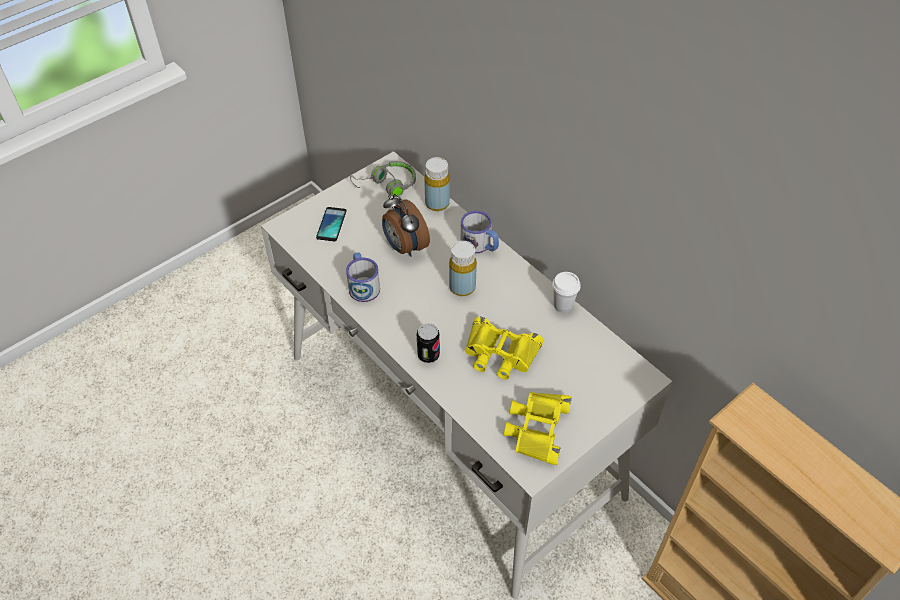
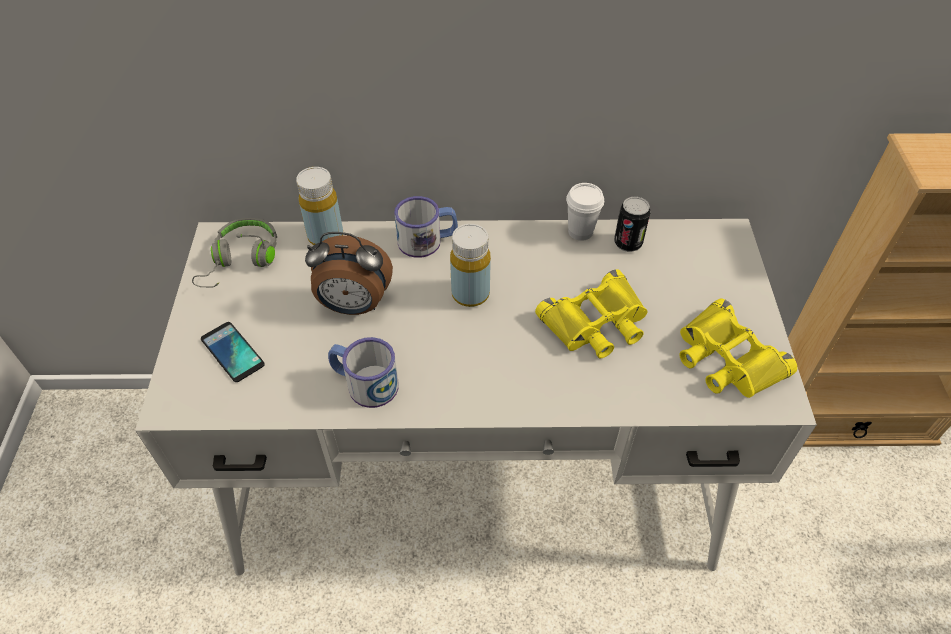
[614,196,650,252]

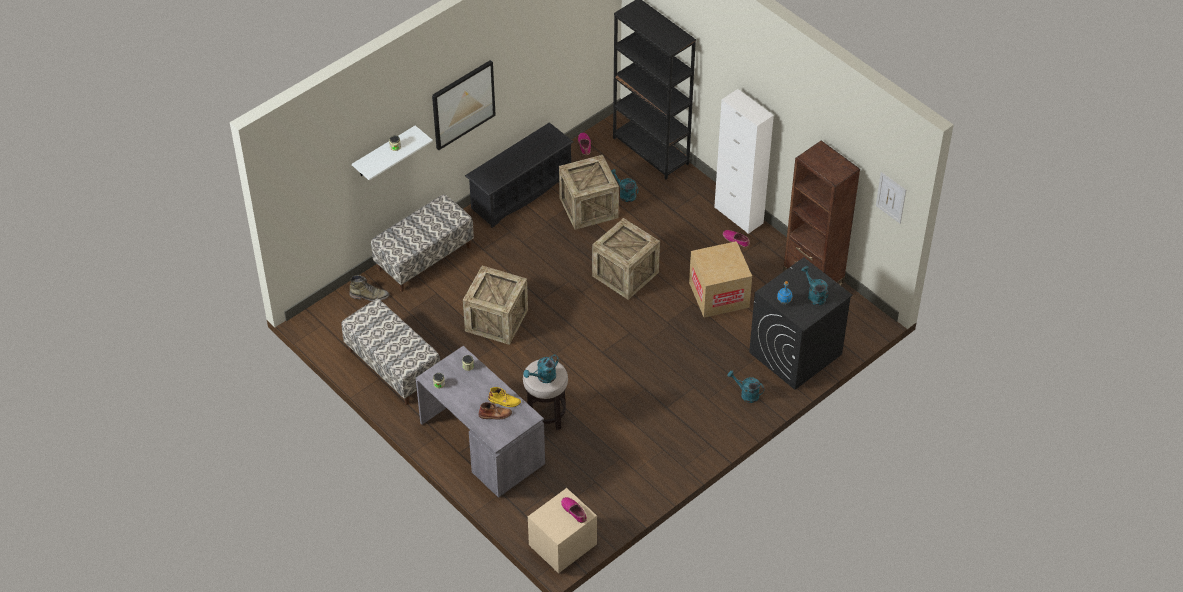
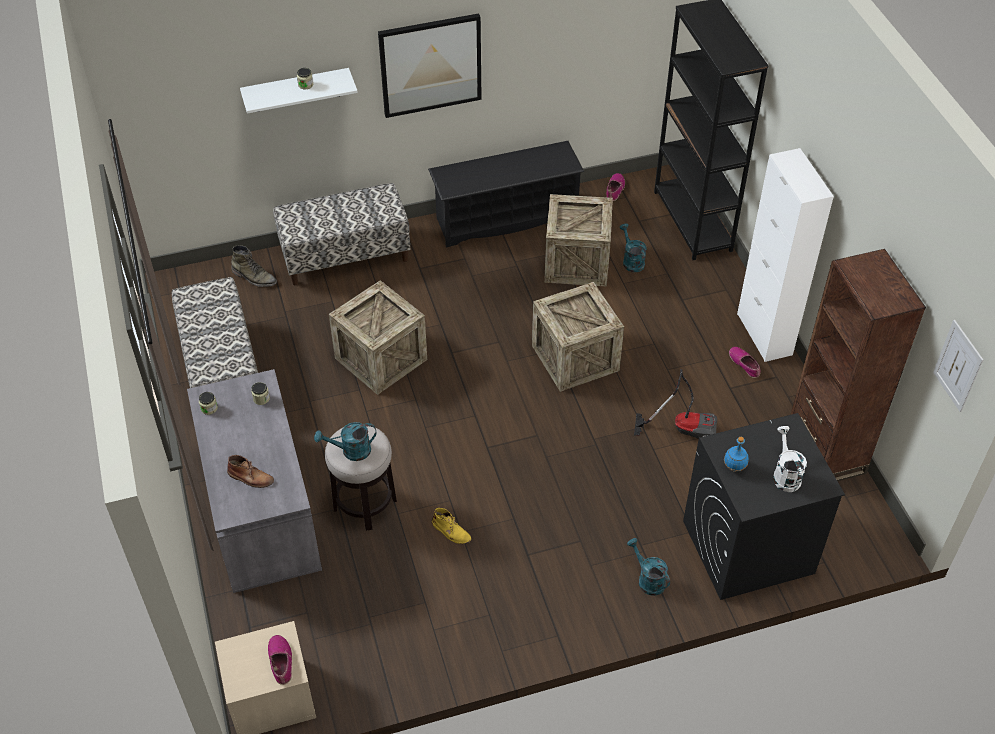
[634,369,717,439]
[773,426,807,492]
[432,508,471,544]

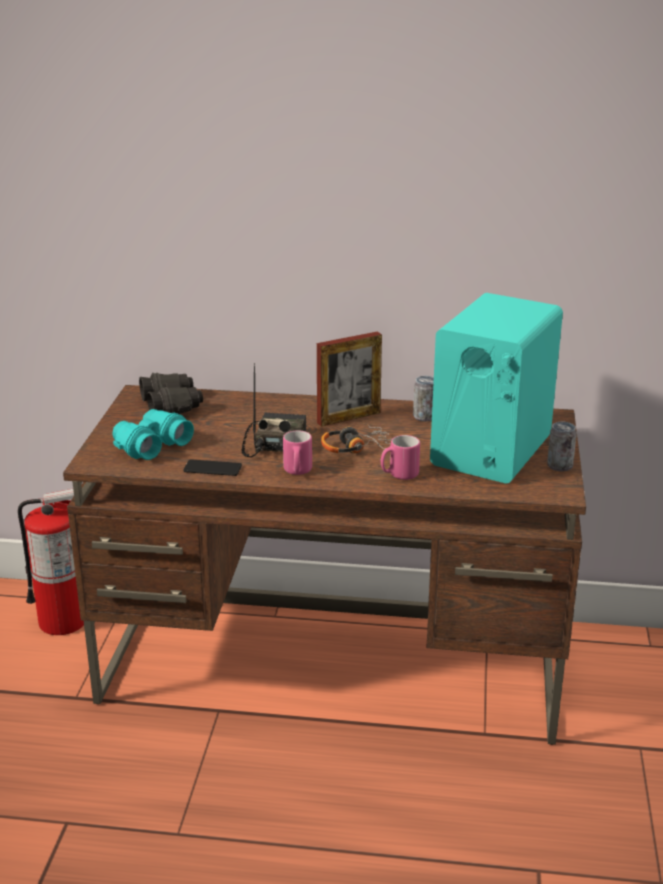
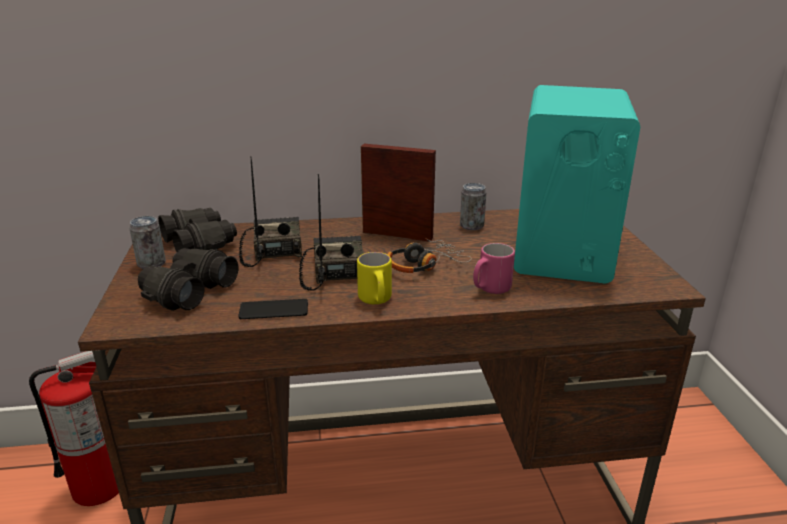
[361,144,436,242]
[138,248,238,311]
[129,216,166,269]
[357,252,392,304]
[239,156,302,267]

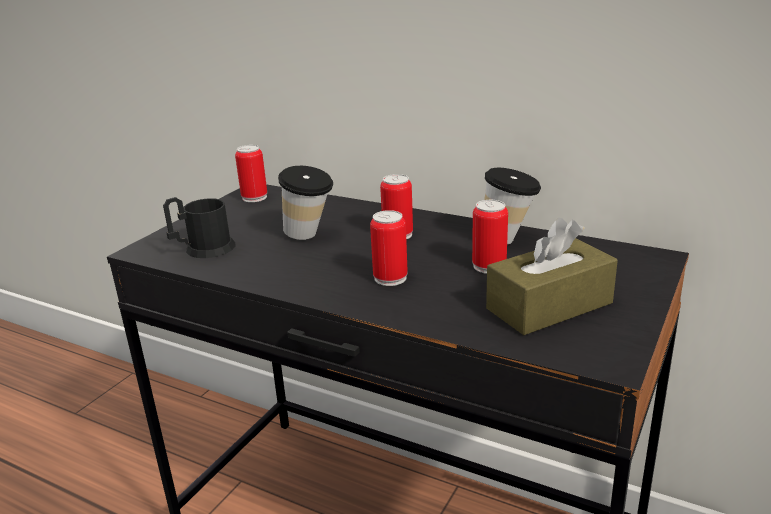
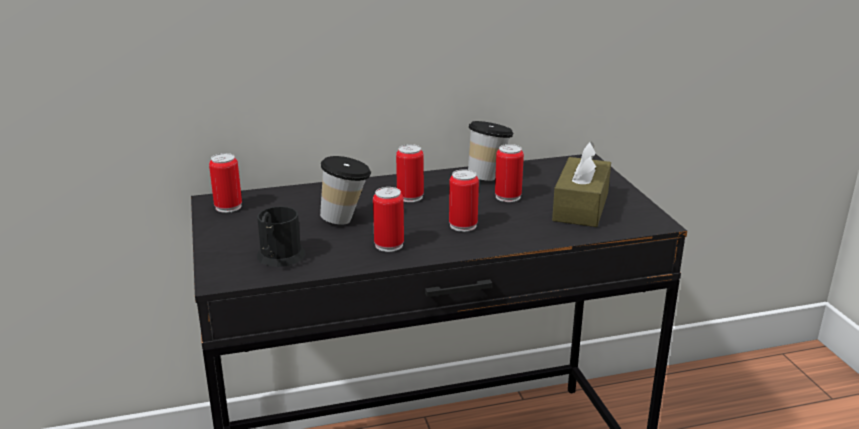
[373,187,404,252]

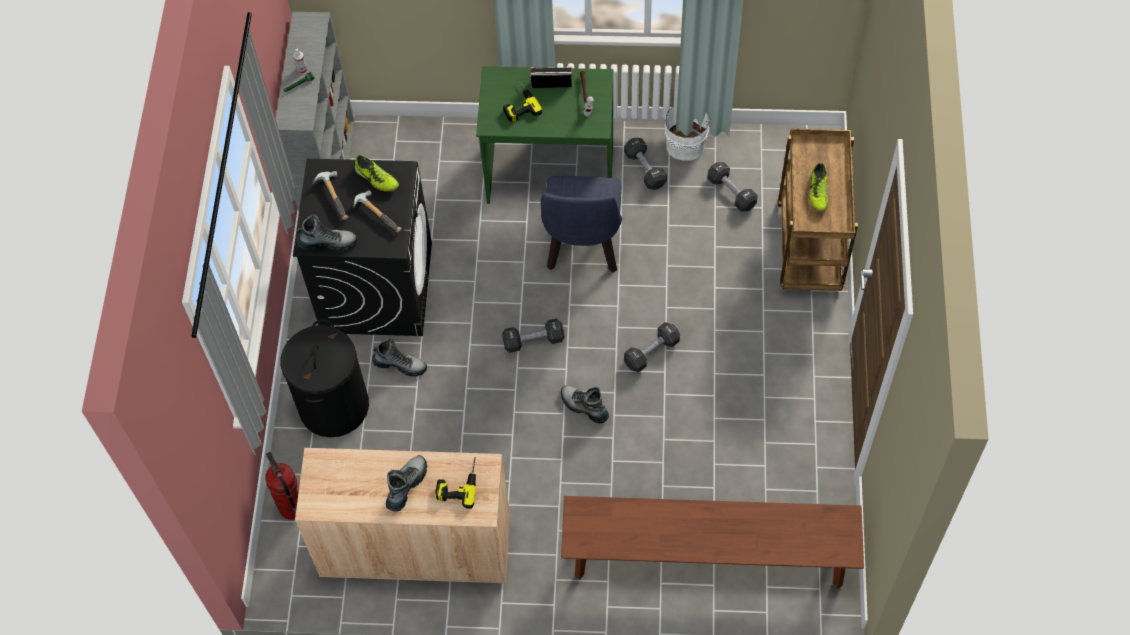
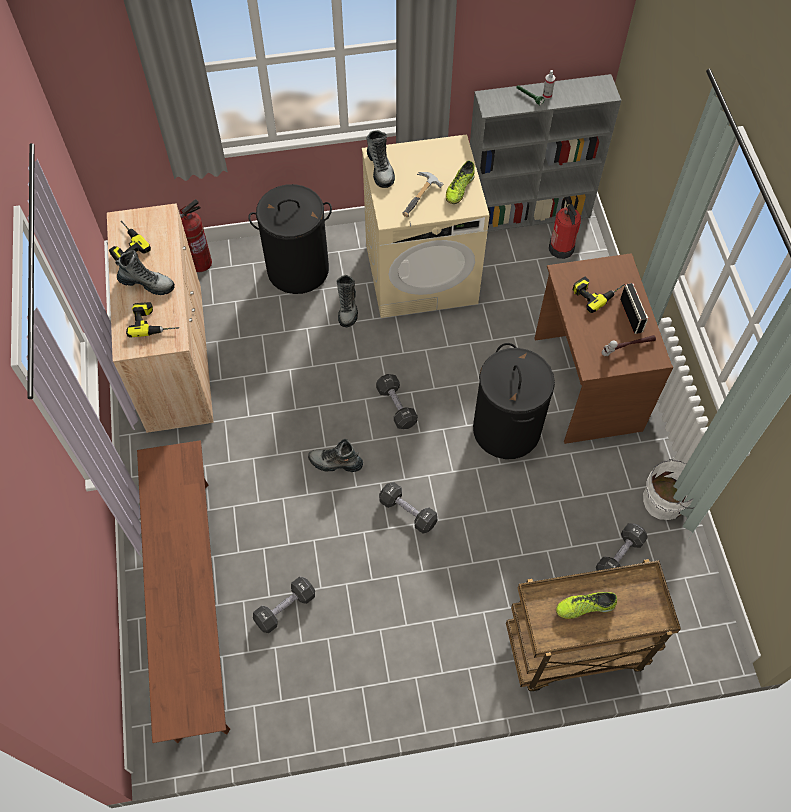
[534,253,673,444]
[253,577,315,633]
[362,134,489,318]
[313,171,349,220] (first image)
[473,343,555,459]
[308,439,363,472]
[549,197,581,259]
[109,221,151,260]

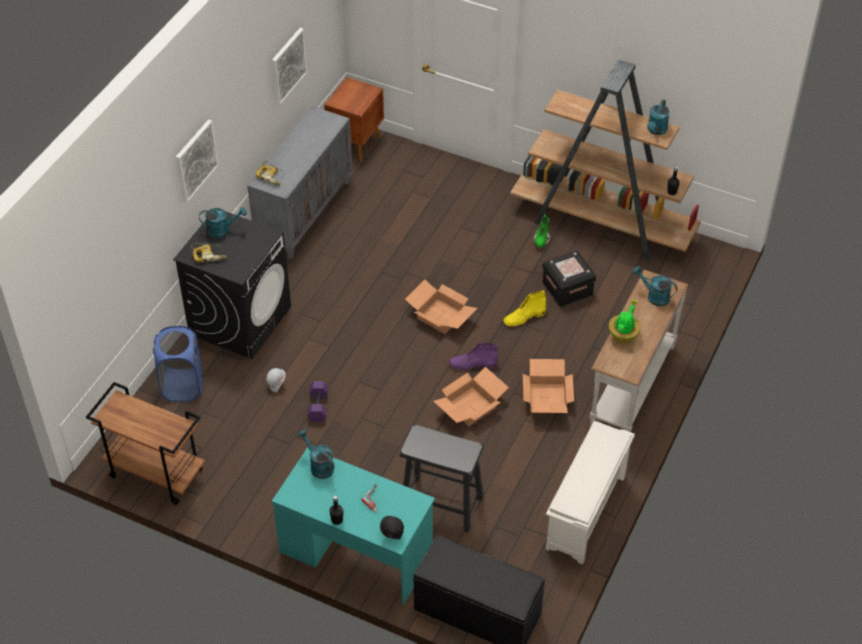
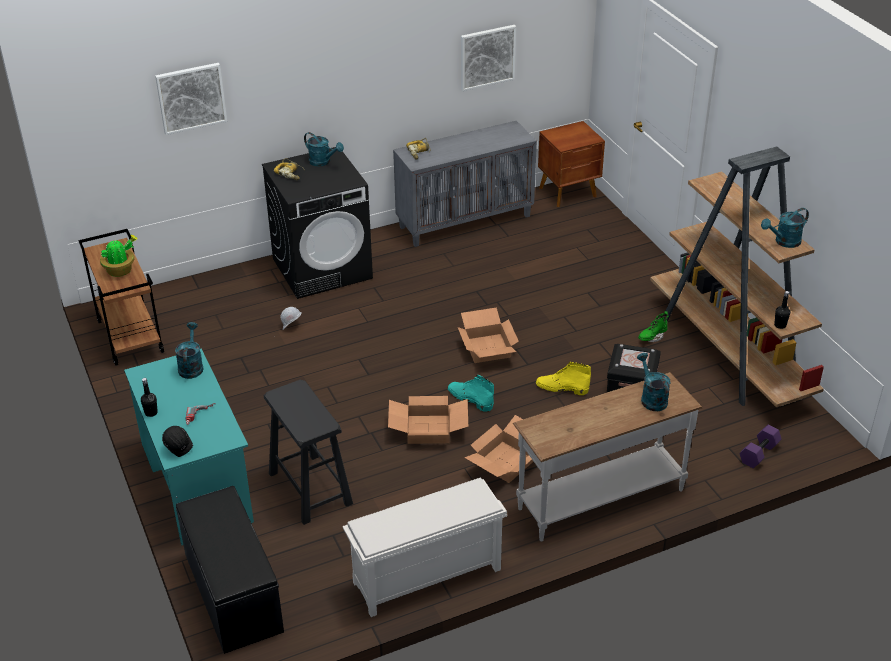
[155,63,227,135]
[100,235,138,277]
[153,326,202,402] (first image)
[448,375,494,412]
[739,425,782,468]

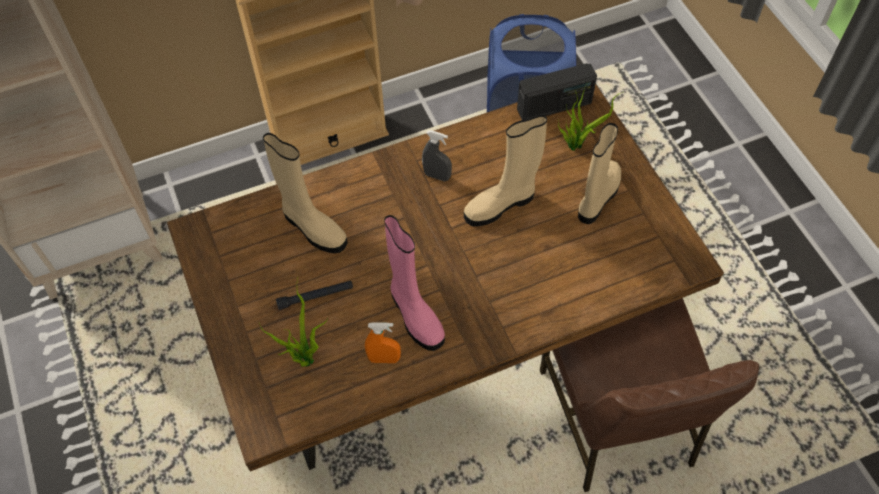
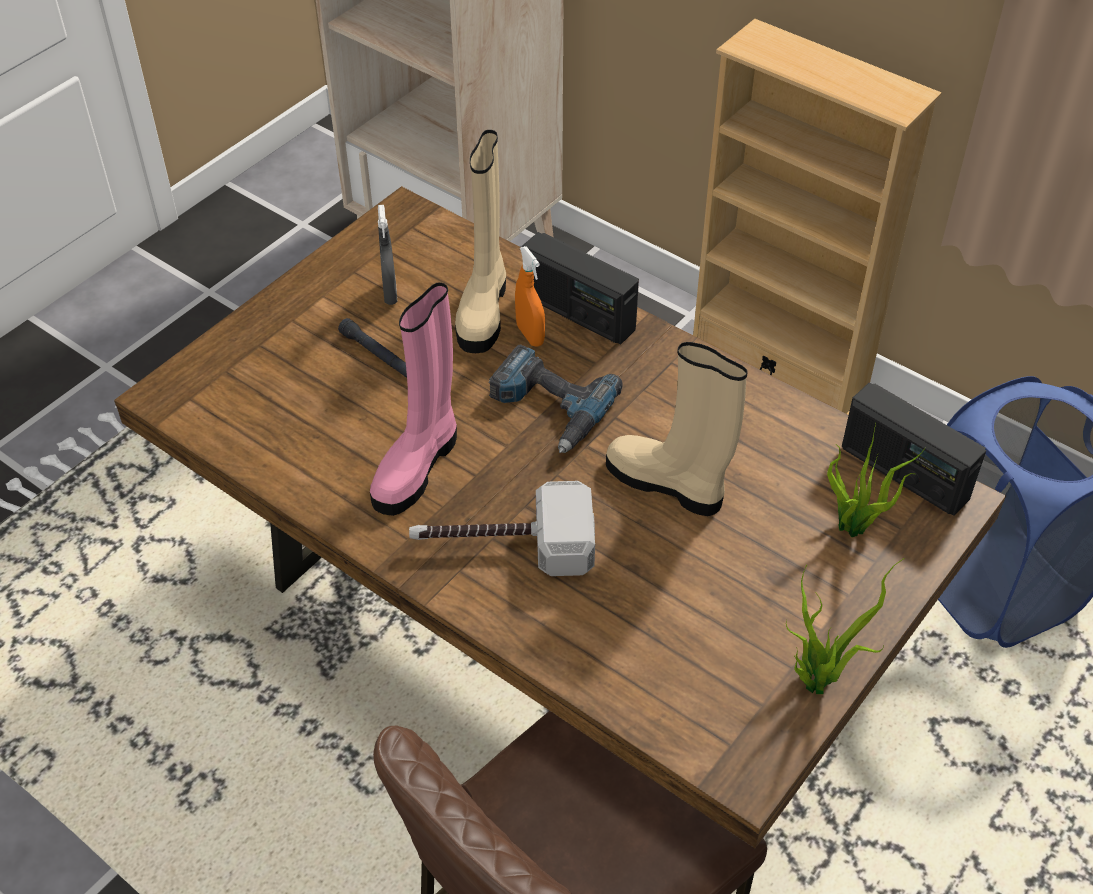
[578,123,621,224] (first image)
[378,205,397,305]
[786,558,905,694]
[515,246,545,347]
[522,232,639,344]
[488,345,623,453]
[409,481,595,576]

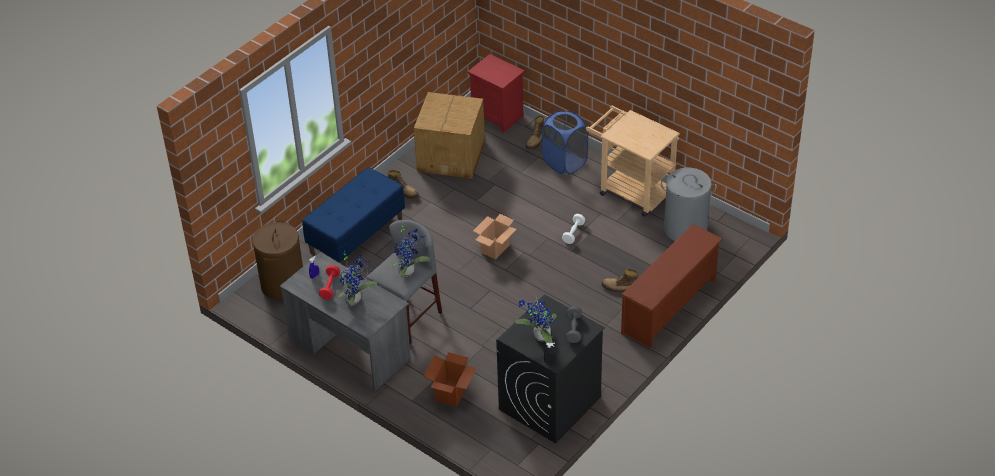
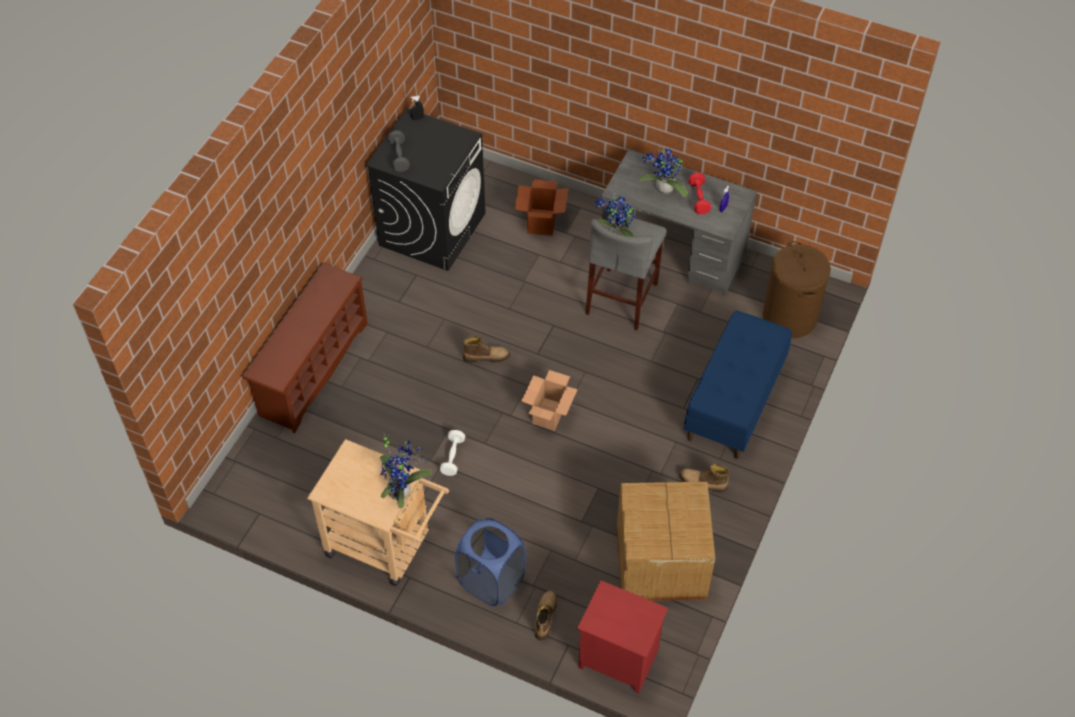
[661,168,717,241] (first image)
[463,336,510,363]
[380,435,432,508]

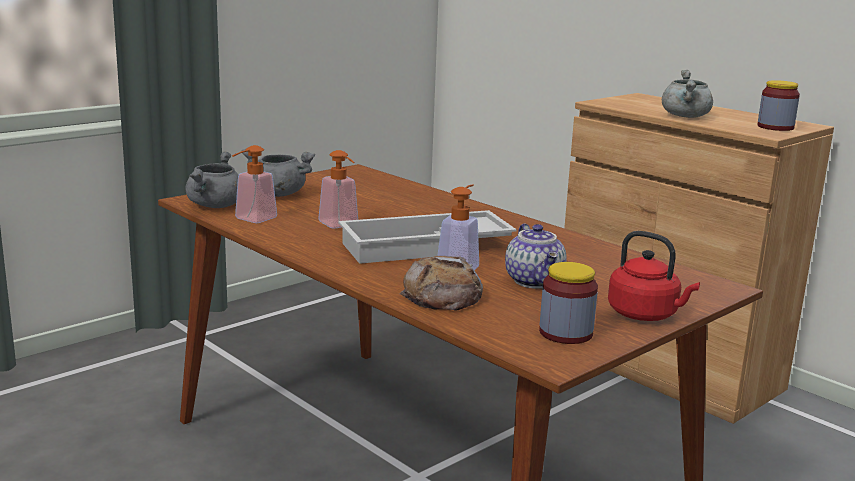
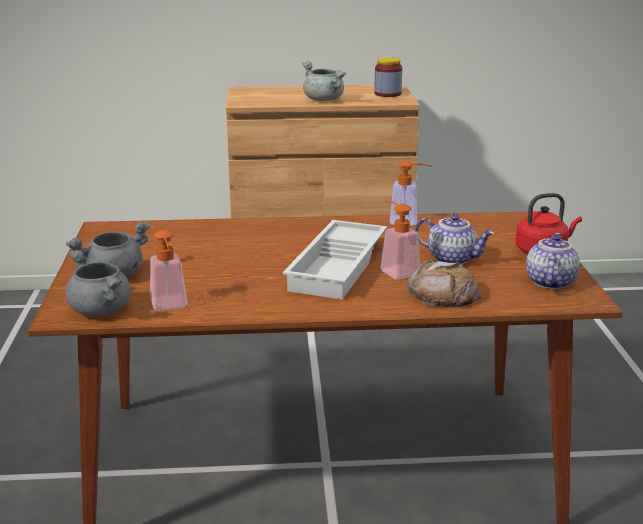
[390,160,432,226]
[526,233,580,289]

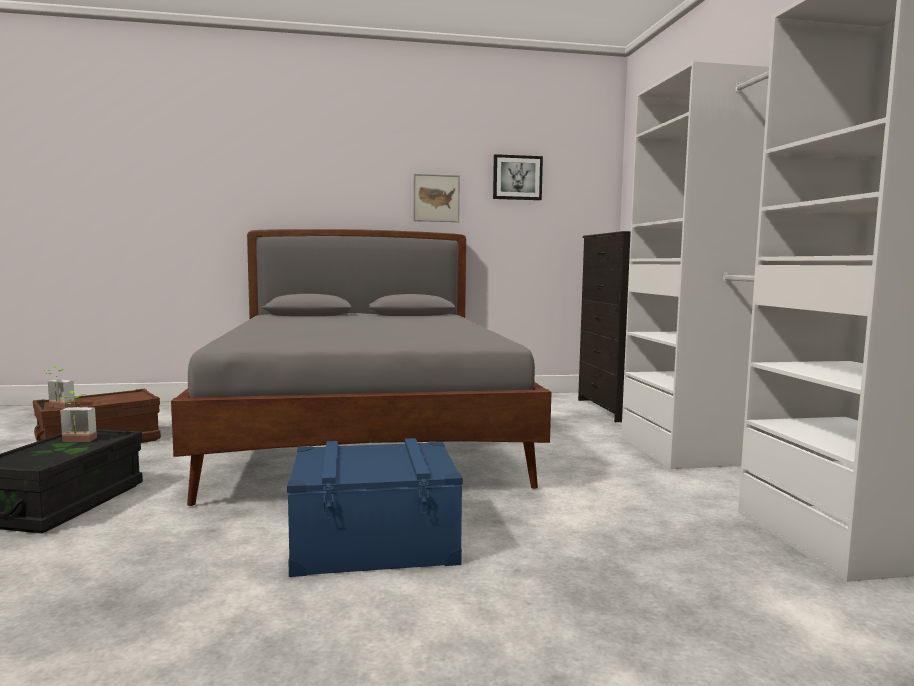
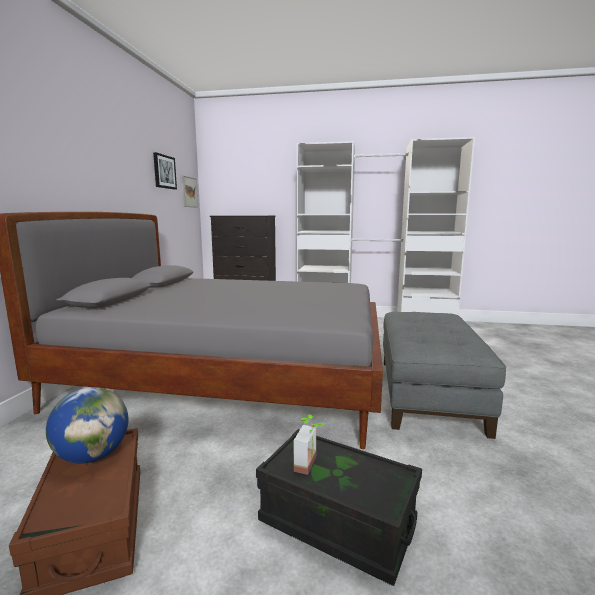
[182,176,198,208]
[44,366,75,409] (first image)
[383,312,506,439]
[46,387,128,463]

